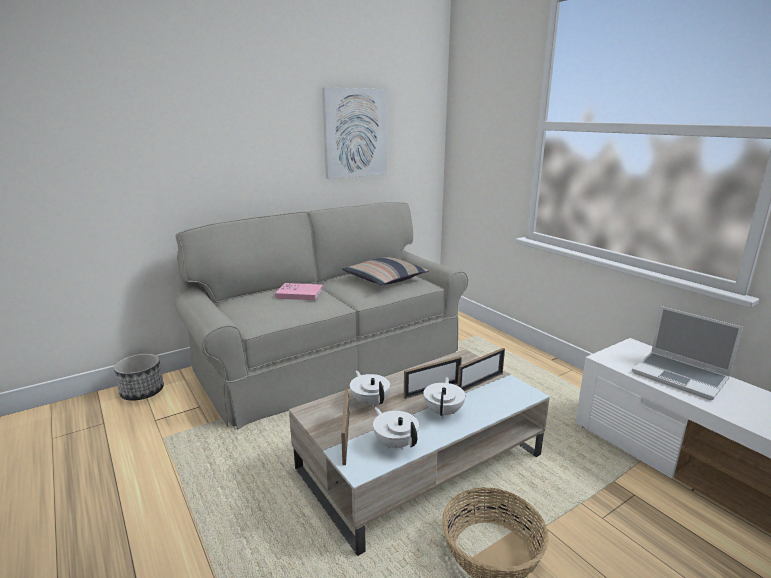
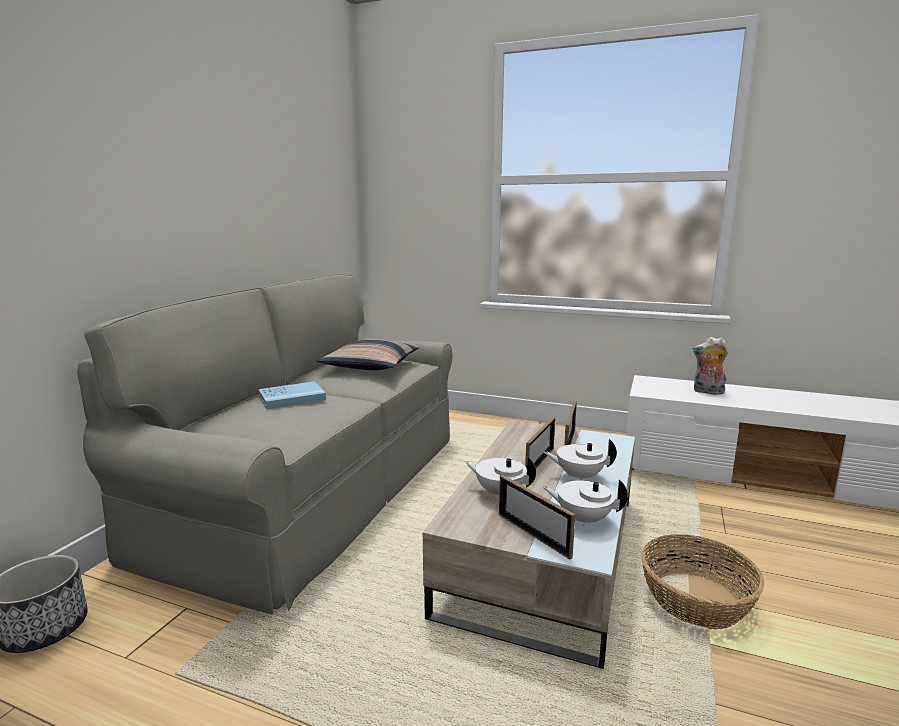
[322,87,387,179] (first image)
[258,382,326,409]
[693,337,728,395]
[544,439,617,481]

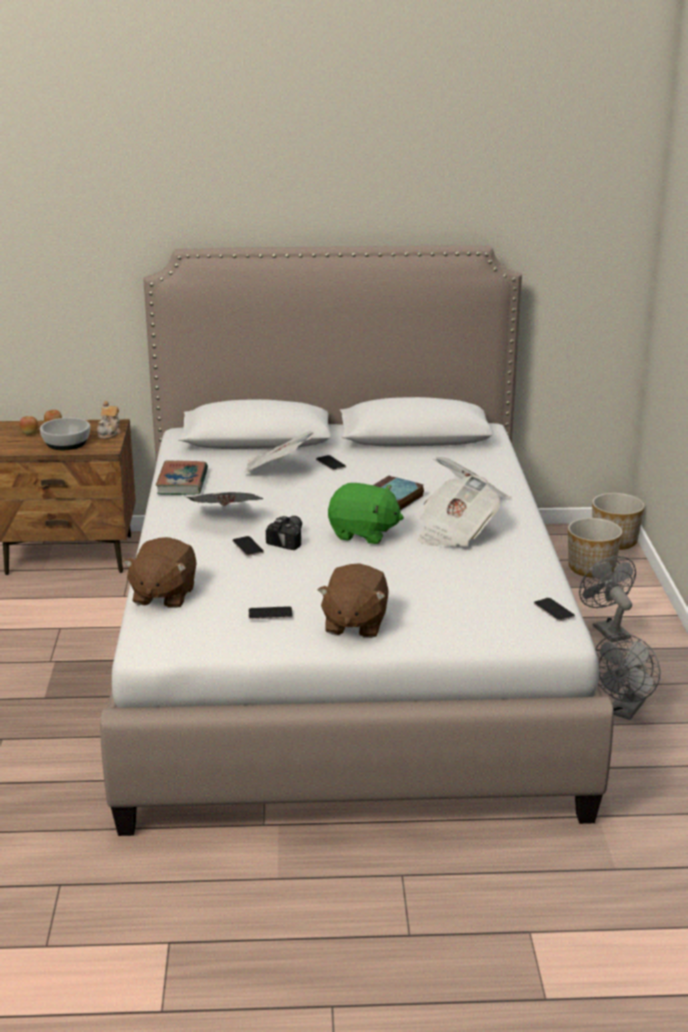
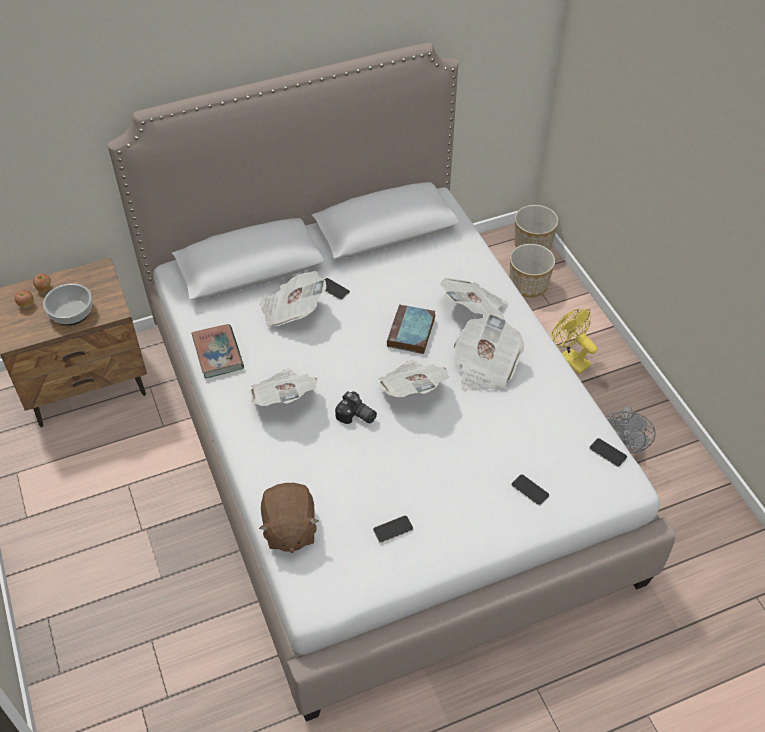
[97,401,121,439] (first image)
[378,360,450,397]
[335,391,377,424]
[511,474,549,506]
[552,309,597,374]
[318,563,389,638] (first image)

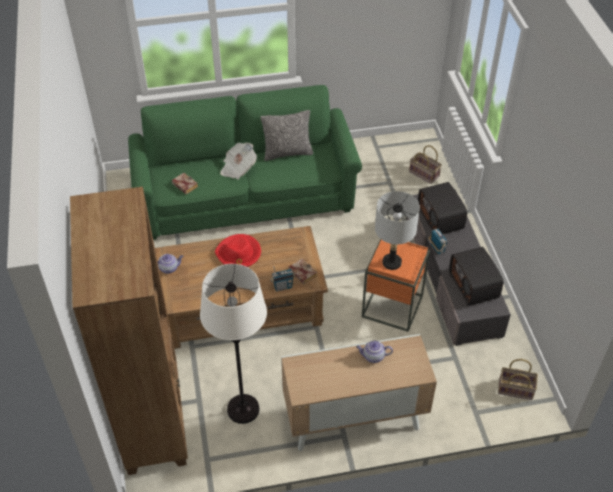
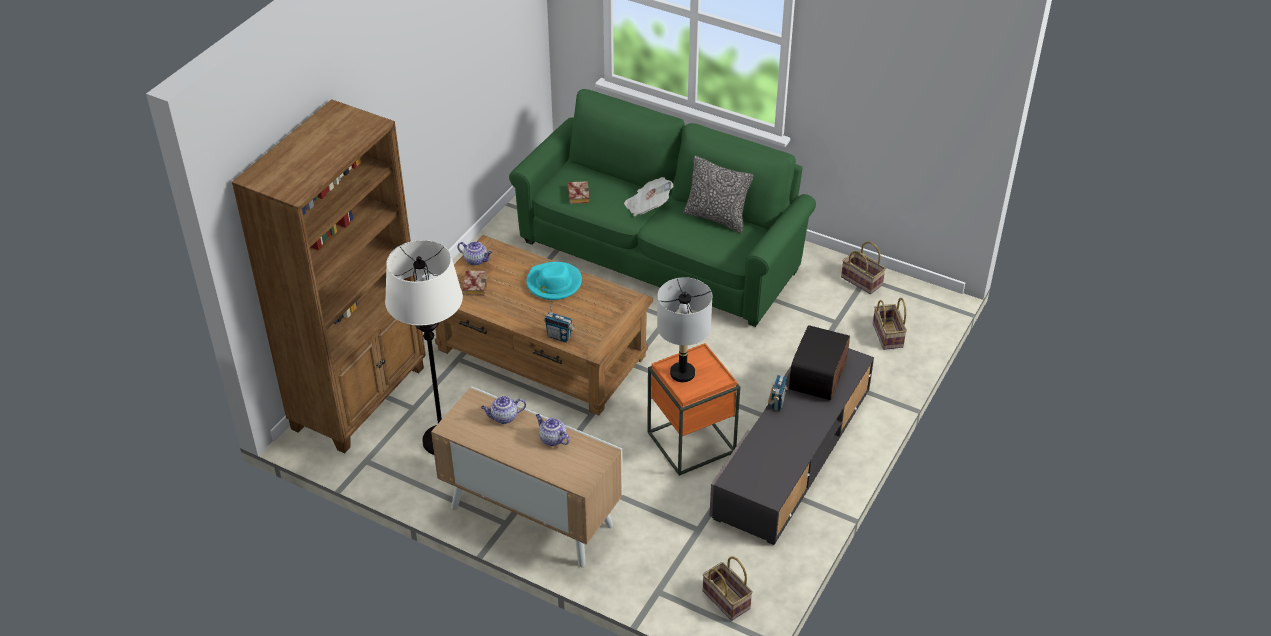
[526,262,582,300]
[449,247,504,306] (first image)
[462,271,487,296]
[841,241,886,294]
[481,396,526,424]

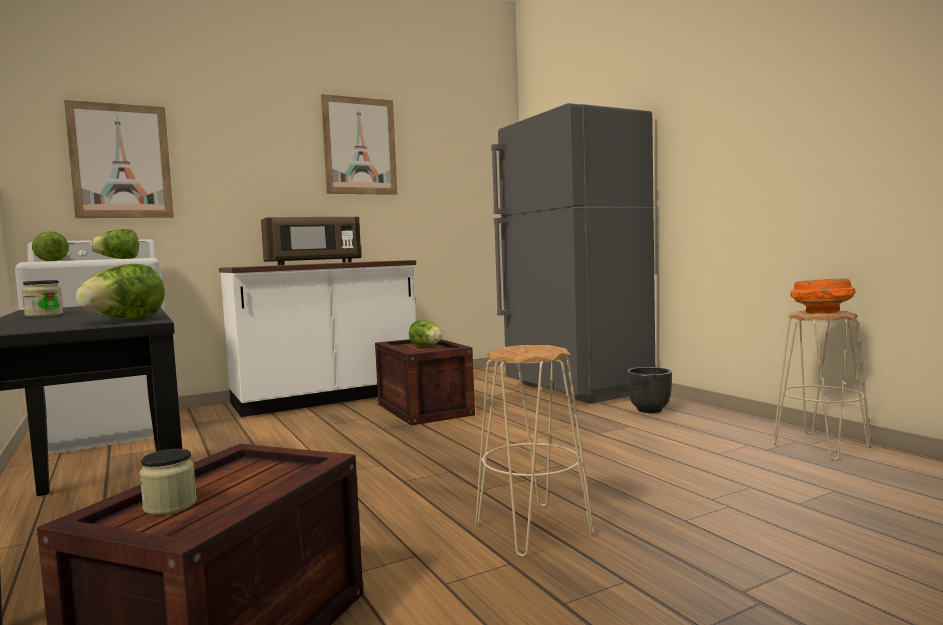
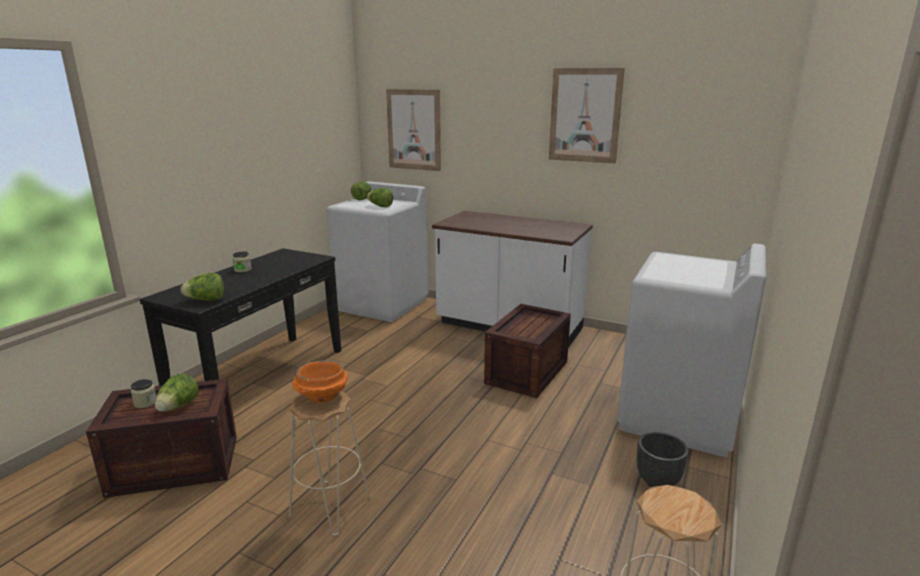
[617,244,766,458]
[261,217,361,265] (first image)
[292,360,348,403]
[155,374,198,412]

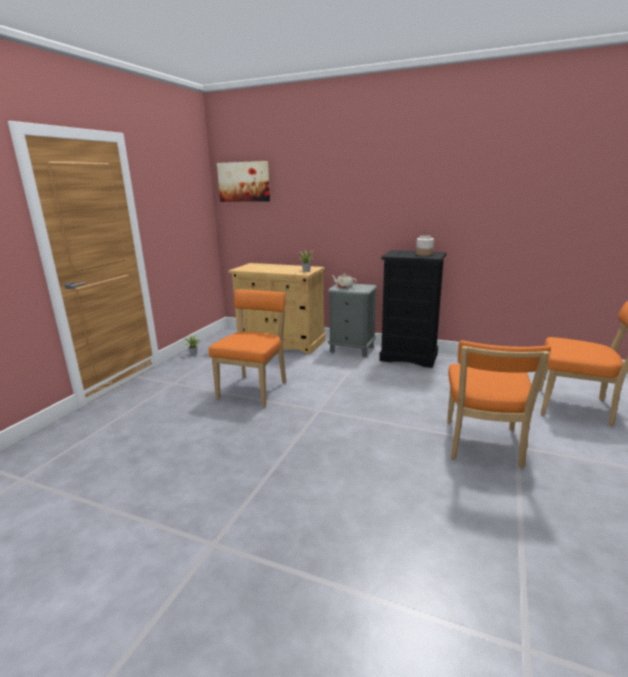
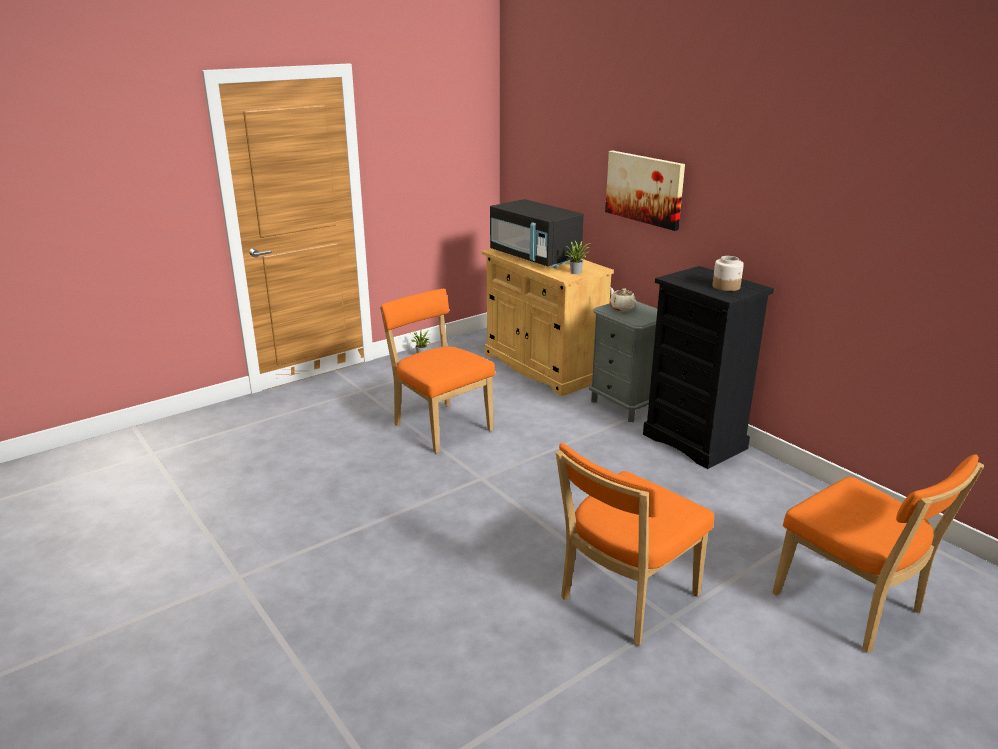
[605,151,685,231]
[380,289,495,453]
[490,199,584,269]

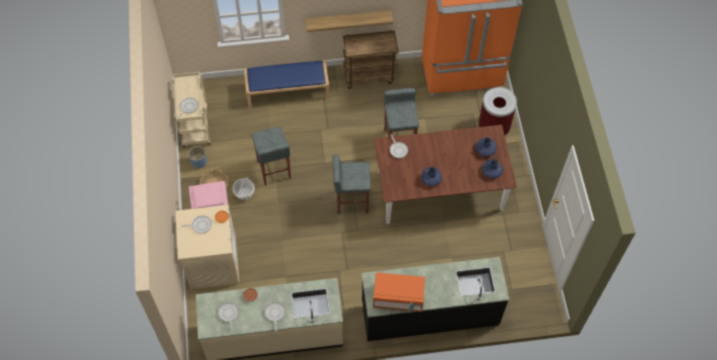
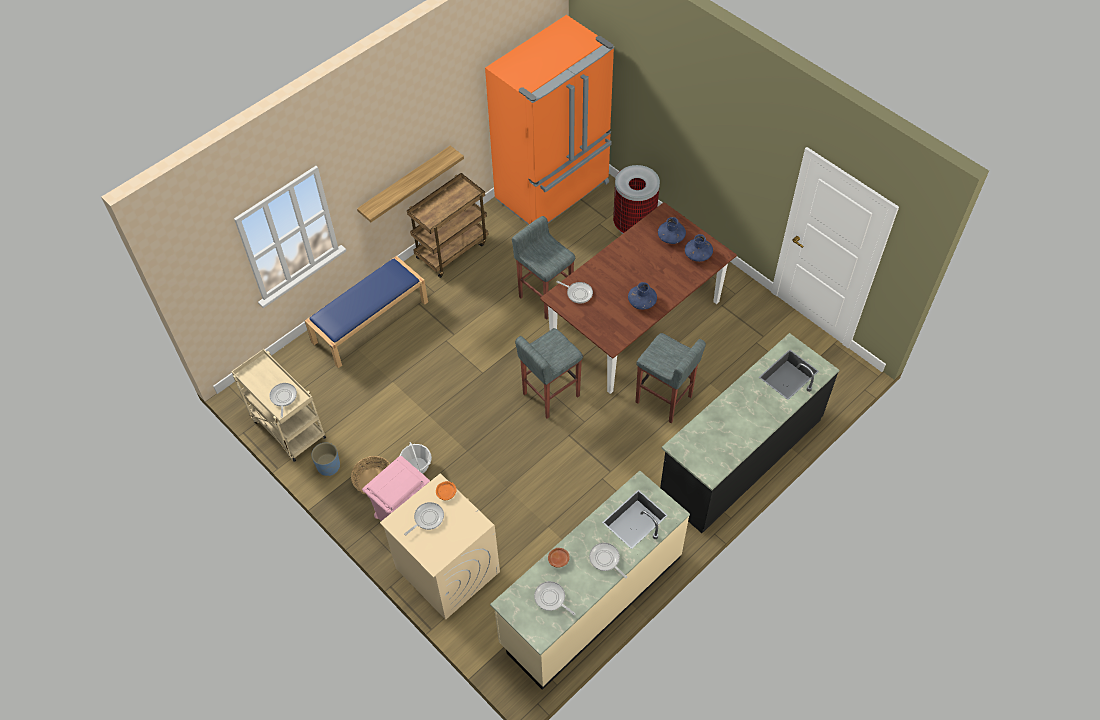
[636,333,706,423]
[373,272,425,312] (first image)

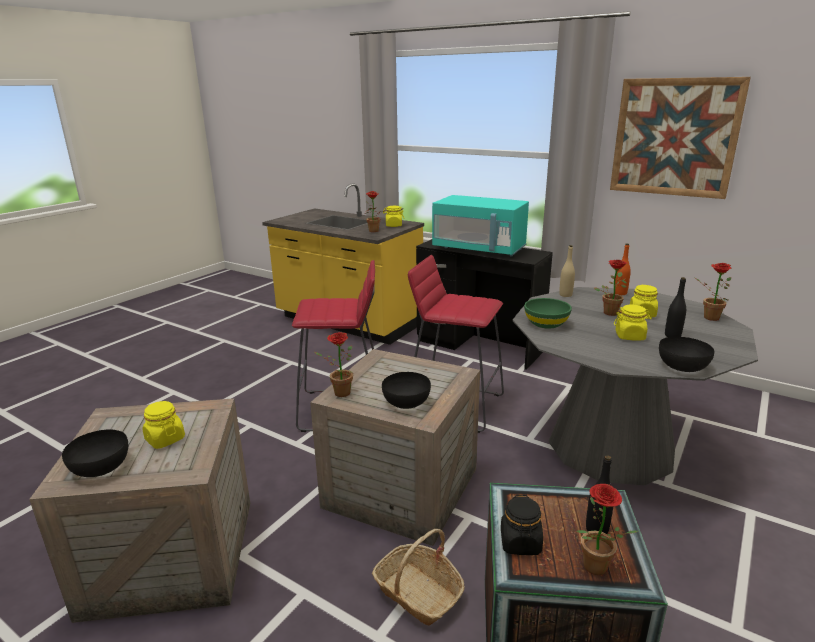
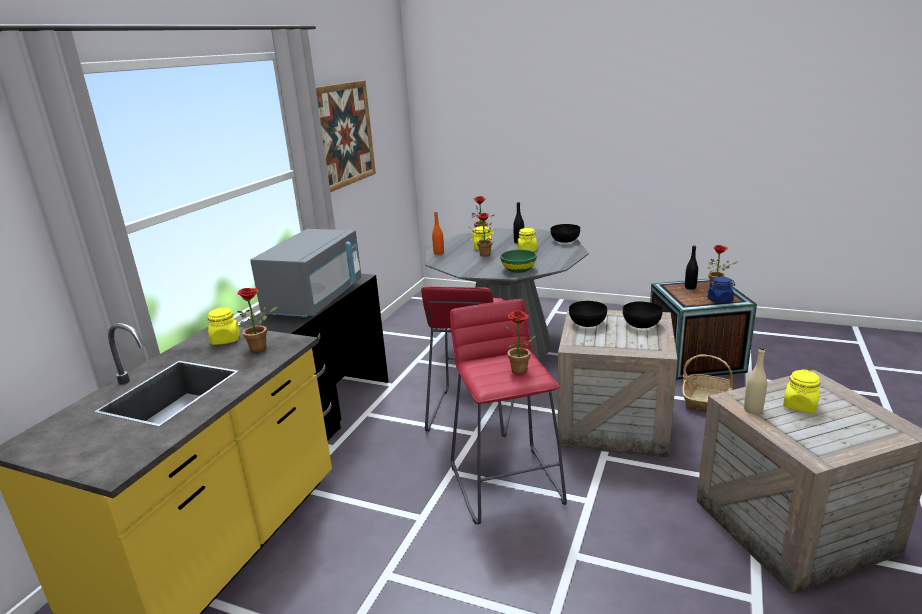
[250,229,362,317]
[744,347,767,414]
[506,310,537,374]
[569,301,607,327]
[708,277,735,304]

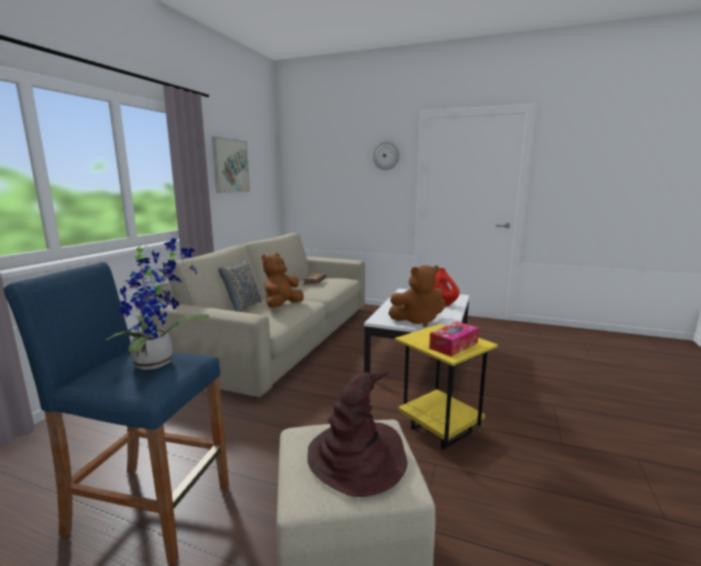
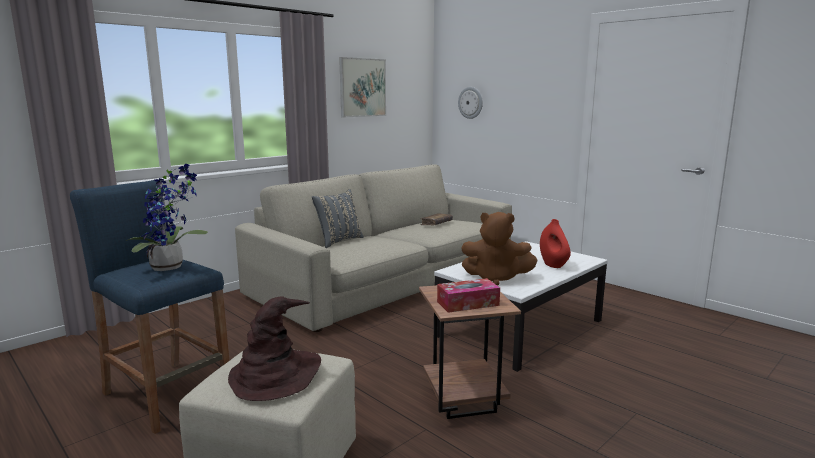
[458,87,483,119]
[262,253,304,308] (first image)
[419,285,521,419]

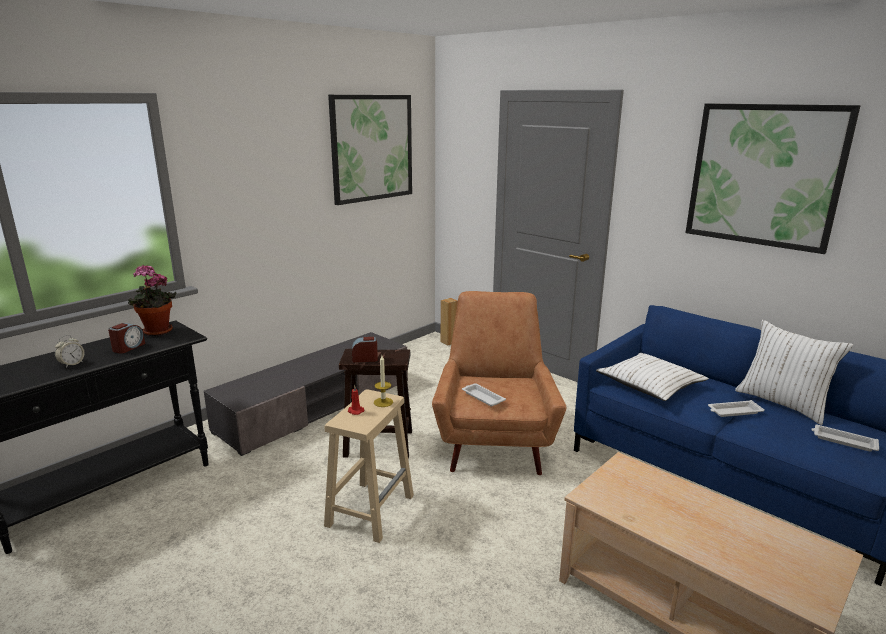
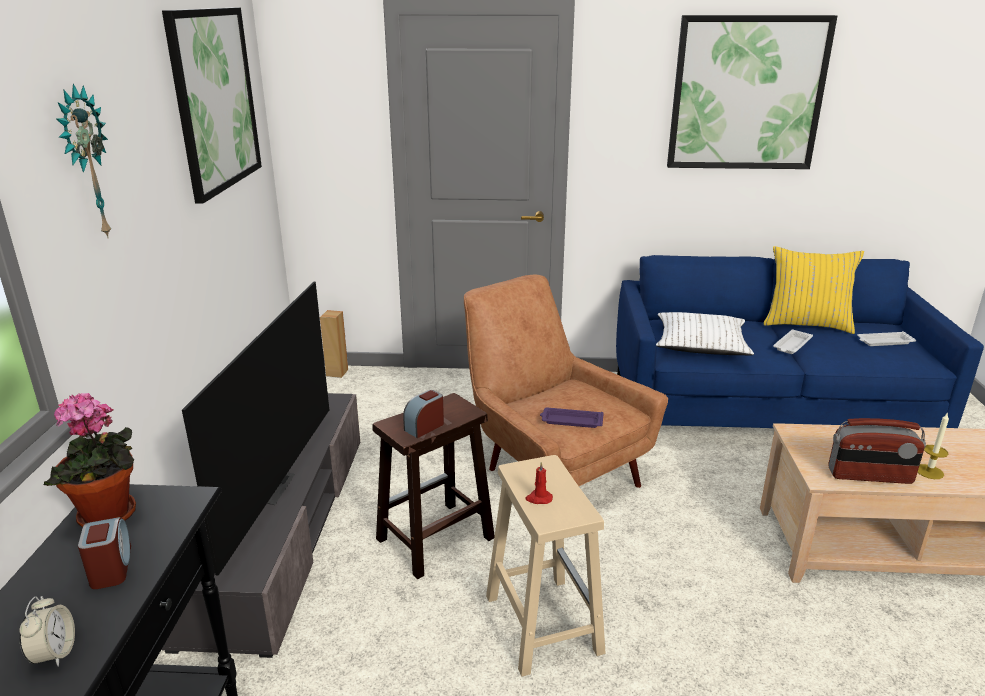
[764,246,864,334]
[918,412,949,479]
[540,407,603,428]
[56,84,111,239]
[182,282,329,576]
[828,418,926,484]

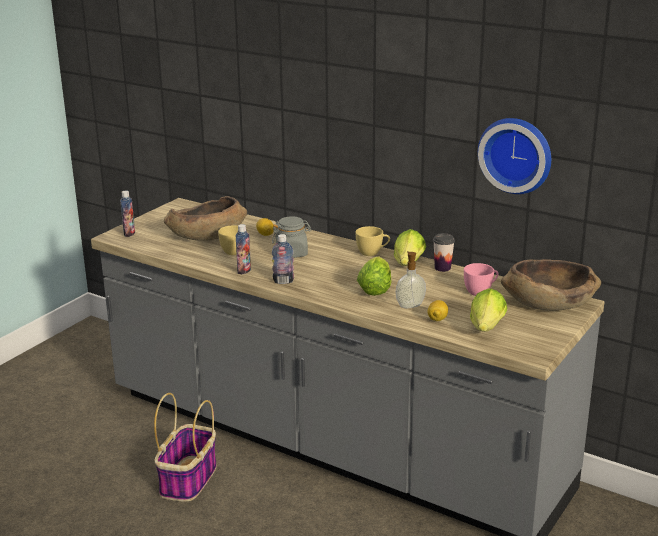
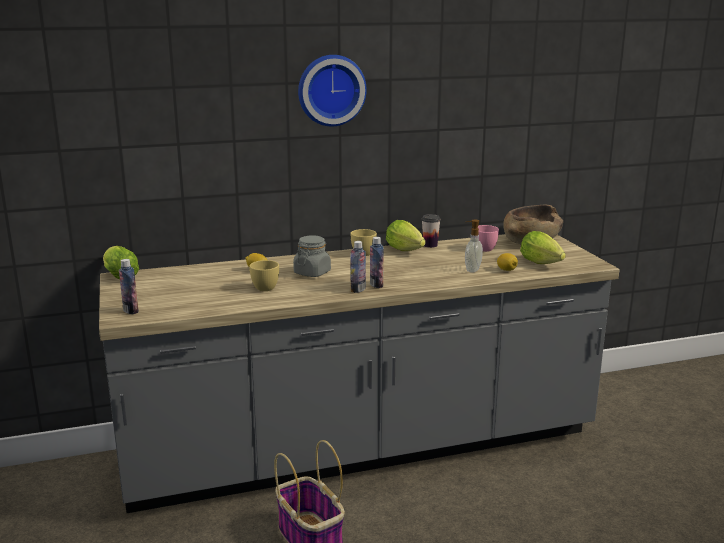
[298,55,367,126]
[164,196,247,241] (first image)
[370,237,384,288]
[103,246,139,279]

